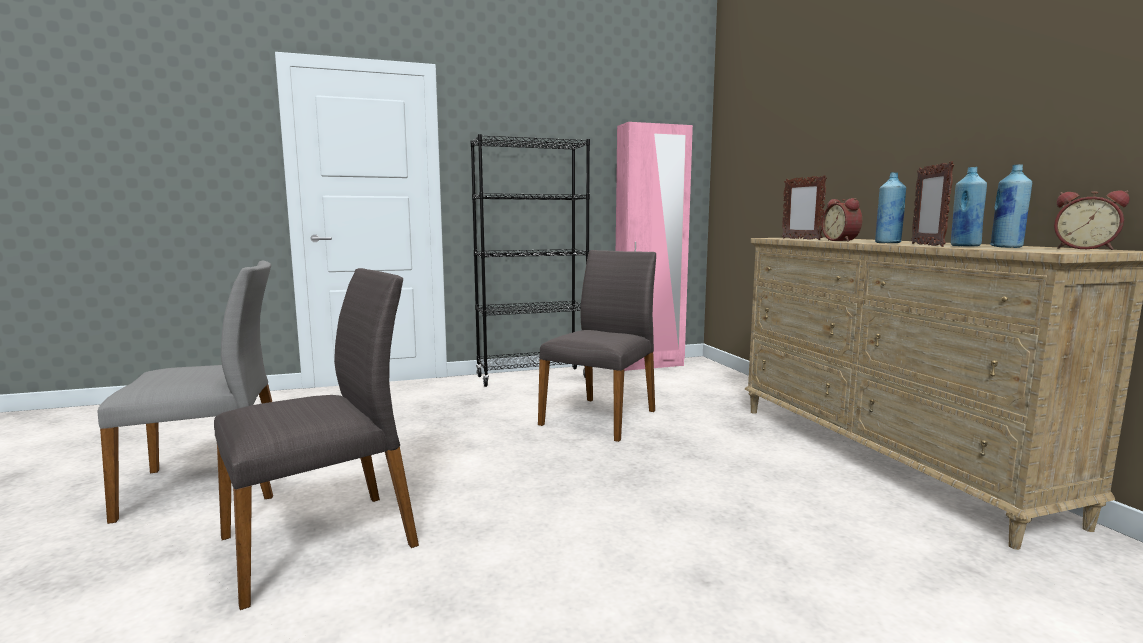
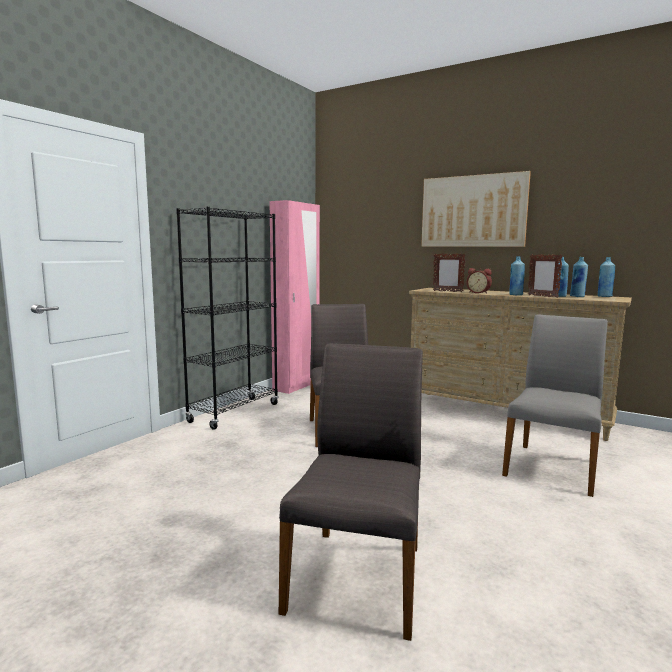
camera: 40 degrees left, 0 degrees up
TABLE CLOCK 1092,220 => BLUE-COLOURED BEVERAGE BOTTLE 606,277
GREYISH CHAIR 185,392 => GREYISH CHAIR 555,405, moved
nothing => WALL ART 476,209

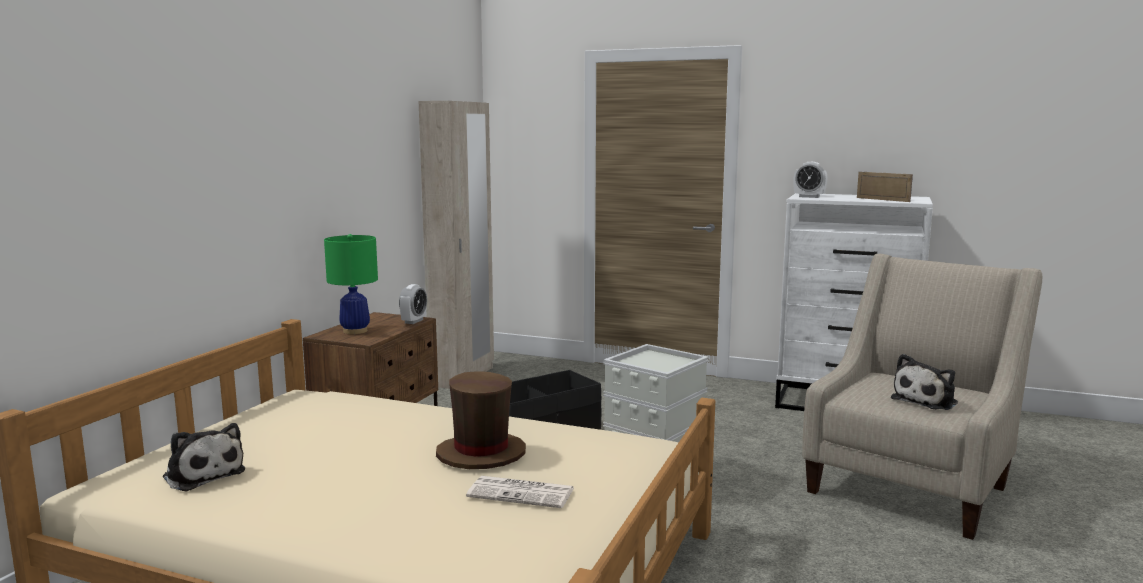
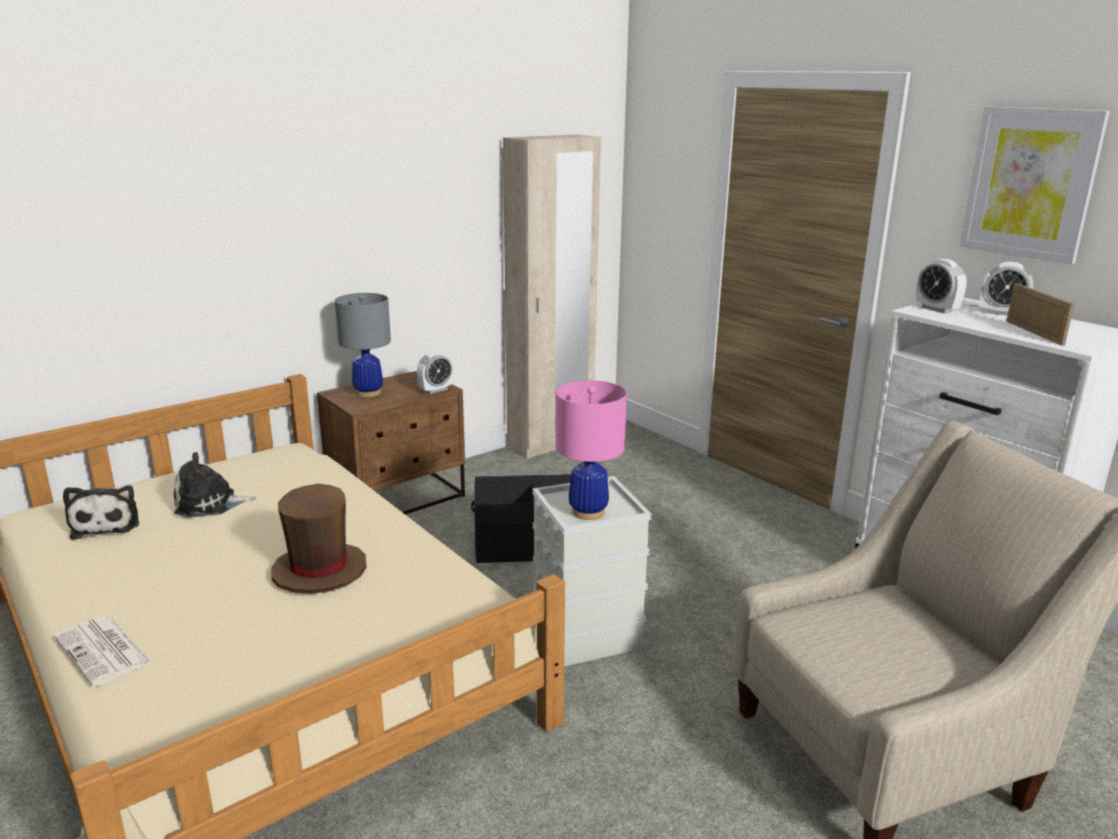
camera: 30 degrees right, 10 degrees up
GREENISH TABLE LAMP 351,284 => GREYISH TABLE LAMP 363,345
SOFT TOY 924,382 => SOFT TOY 215,484, moved
DAILY PAPER 520,492 => DAILY PAPER 103,651, moved
nothing => WALL ART 1035,185
nothing => TABLE CLOCK 1006,289
nothing => PINK-COLOURED TABLE LAMP 591,450

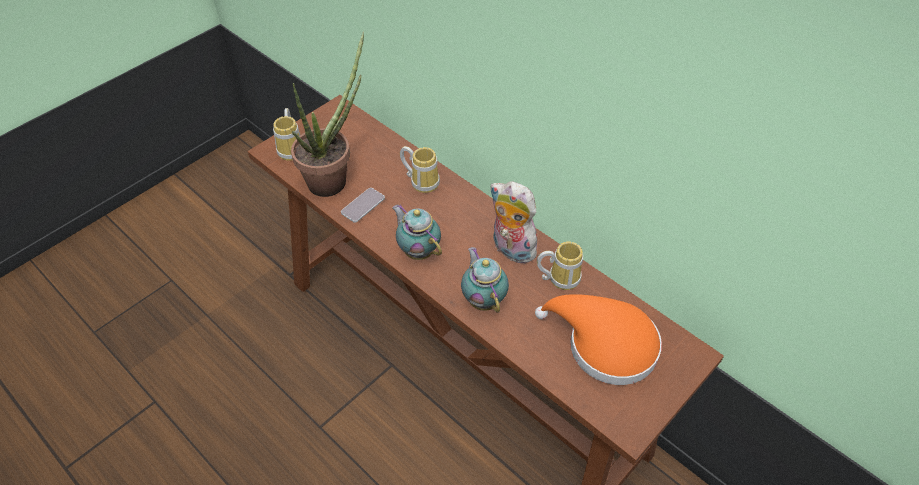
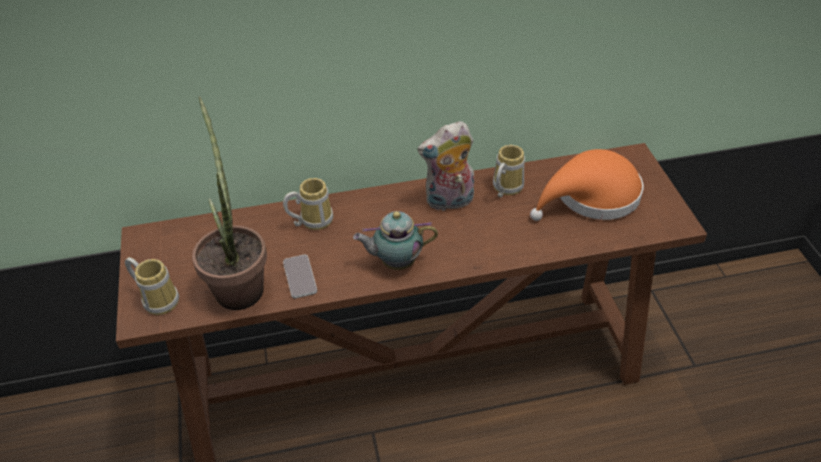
camera: 55 degrees left, 5 degrees down
TEA POT 485,280 => nothing

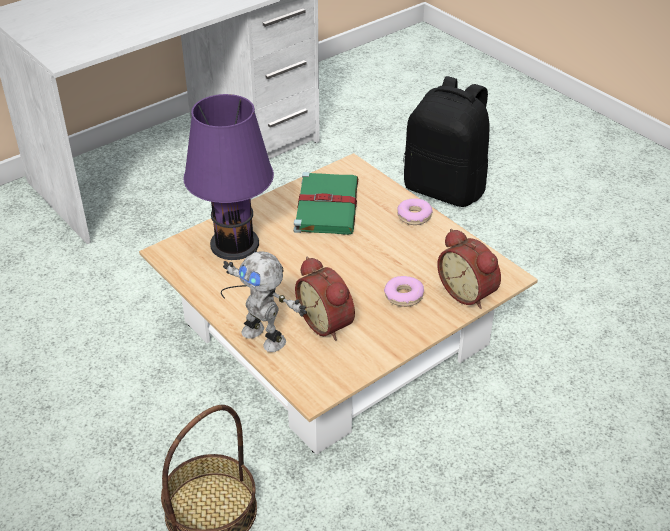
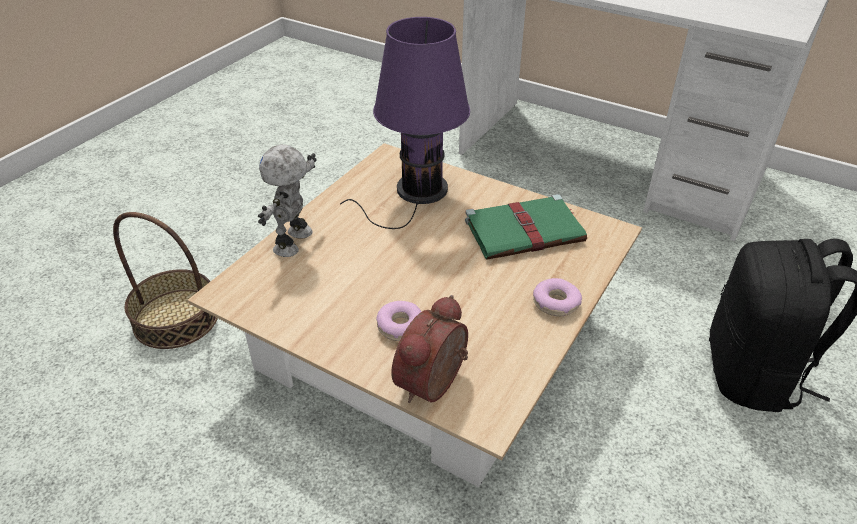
camera: 70 degrees right, 0 degrees up
TABLE CLOCK 325,299 => nothing

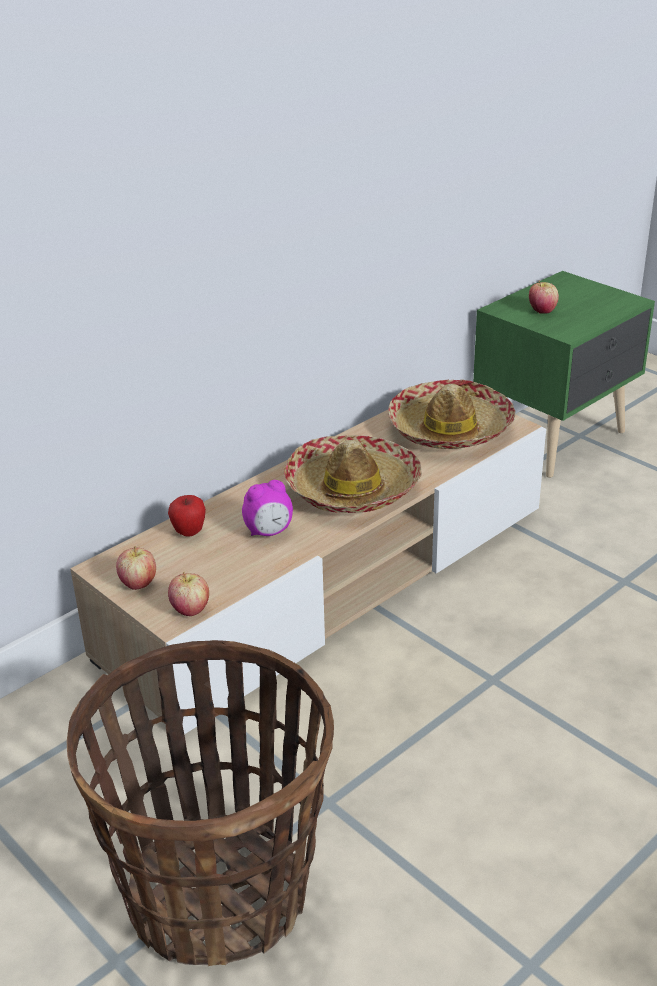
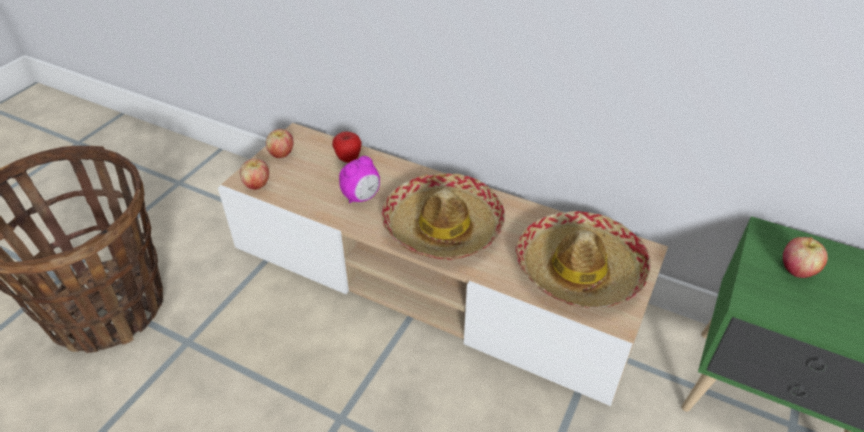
camera: 70 degrees right, 10 degrees up
TABLE CLOCK 267,508 => TABLE CLOCK 359,179, 90 degrees counterclockwise

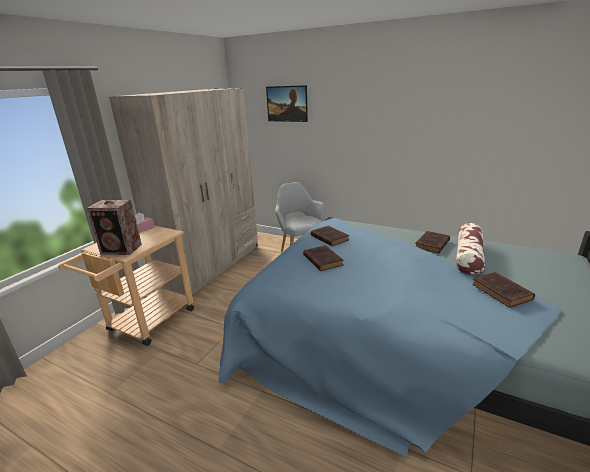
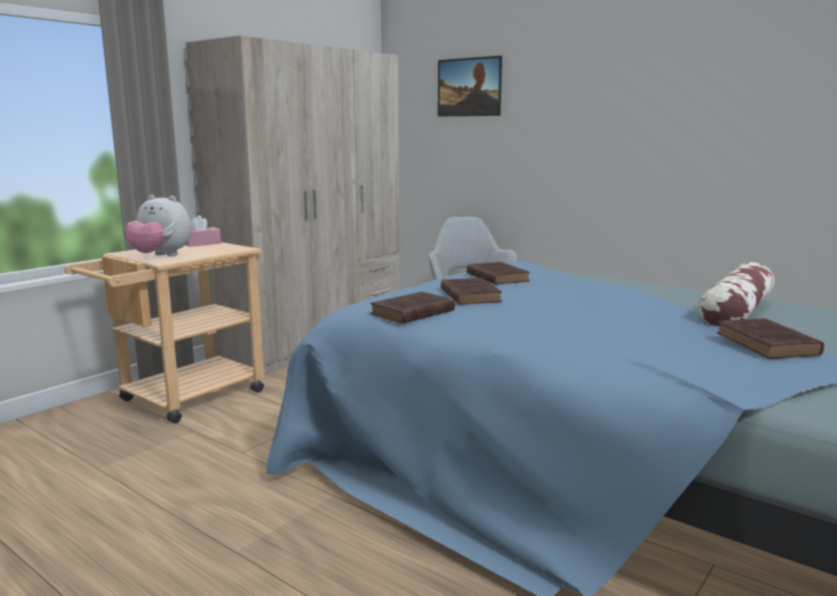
camera: 10 degrees right, 10 degrees down
AUDIO SPEAKER 114,227 => SOFT TOY 157,225
BROWN BOOK 433,242 => BROWN BOOK 412,308, moved

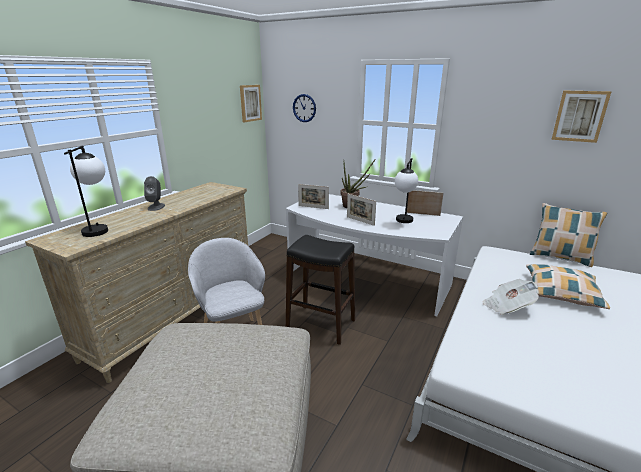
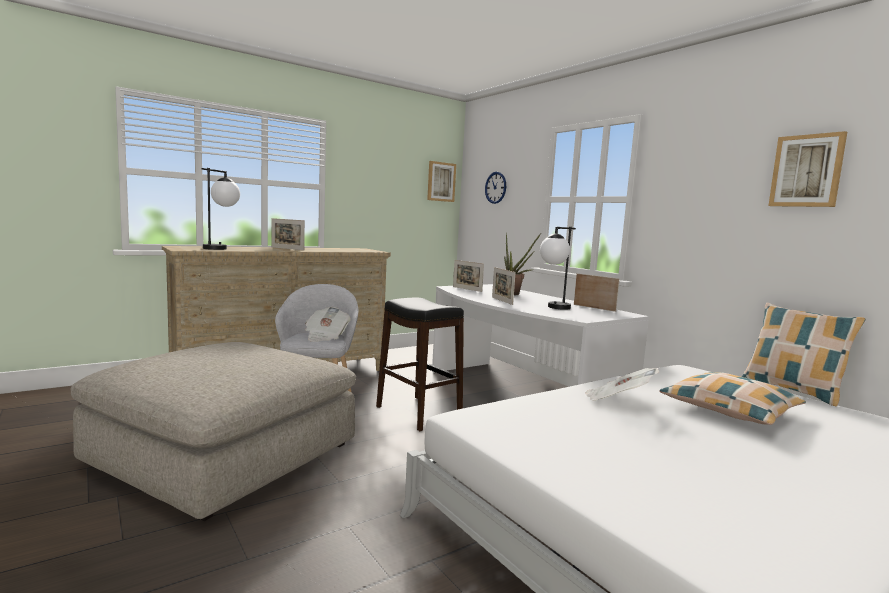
camera: 25 degrees right, 15 degrees down
GREYISH AUDIO SPEAKER 154,193 => PHOTO FRAME 288,234
nothing => DAILY PAPER 328,324

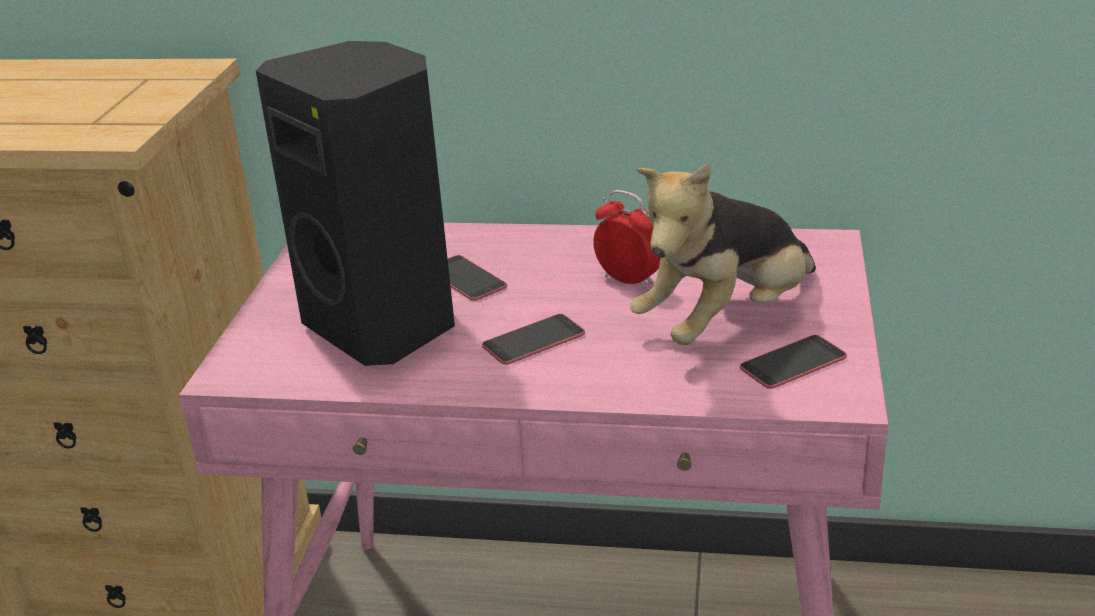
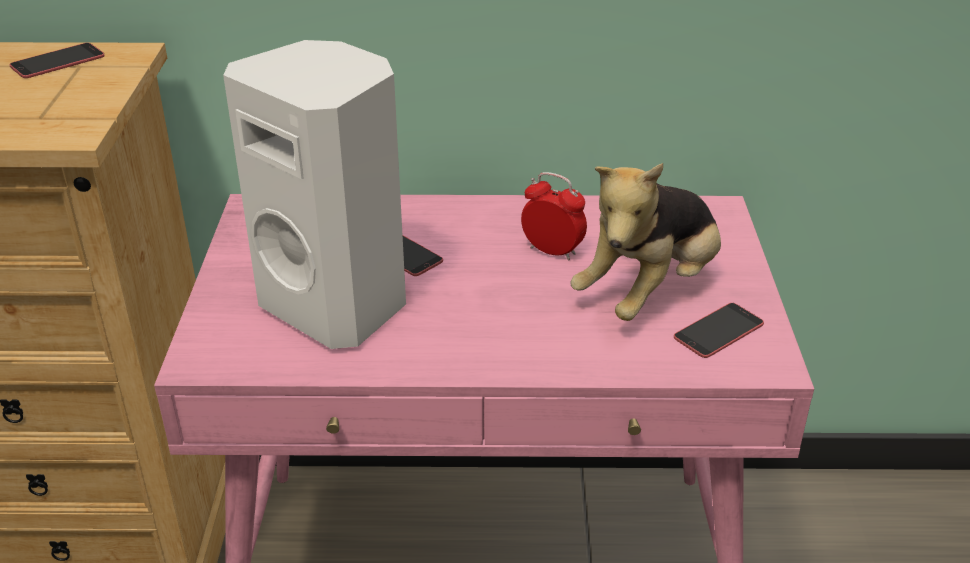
camera: 10 degrees left, 5 degrees up
BLACK-COLOURED AUDIO SPEAKER 355,203 => WHITE AUDIO SPEAKER 314,194
HANDSET 533,339 => HANDSET 57,60, moved

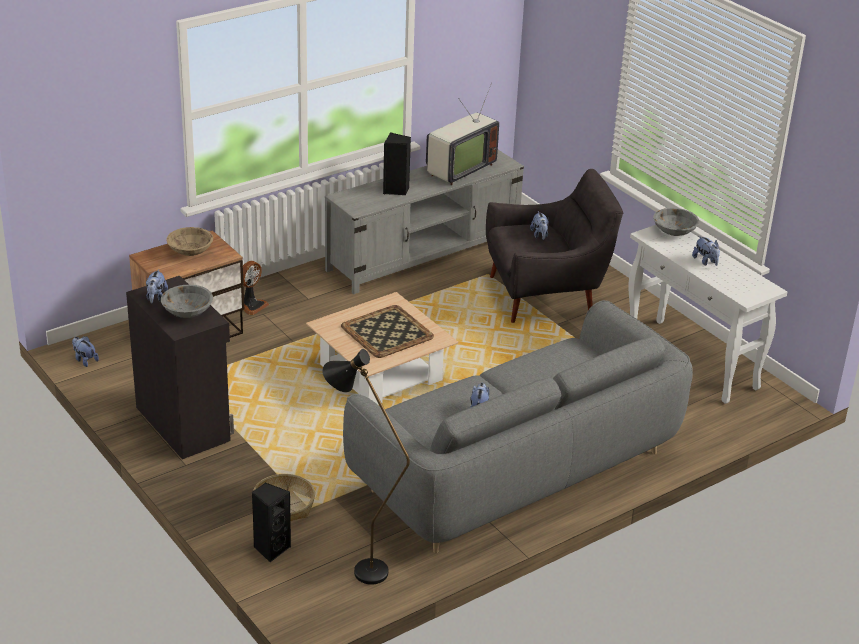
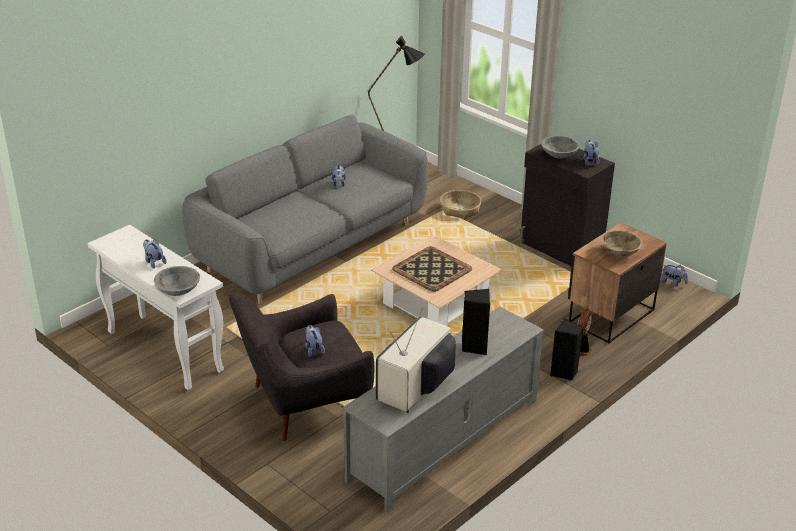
camera: 170 degrees right, 0 degrees up
BLACK-COLOURED AUDIO SPEAKER 271,523 => BLACK-COLOURED AUDIO SPEAKER 566,349, moved

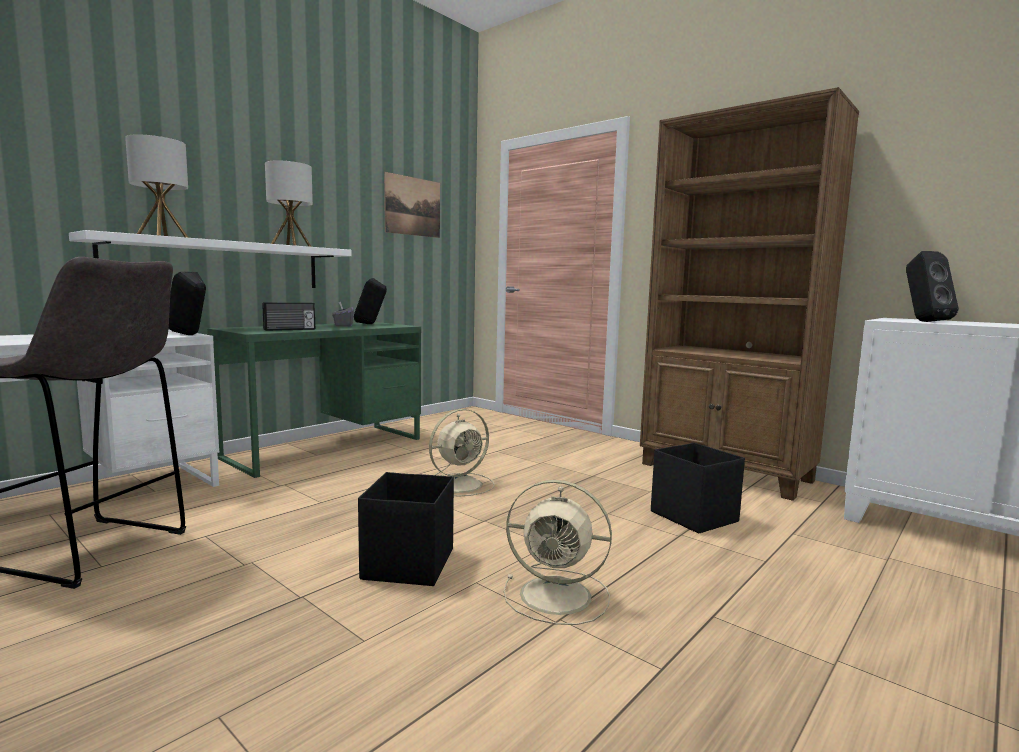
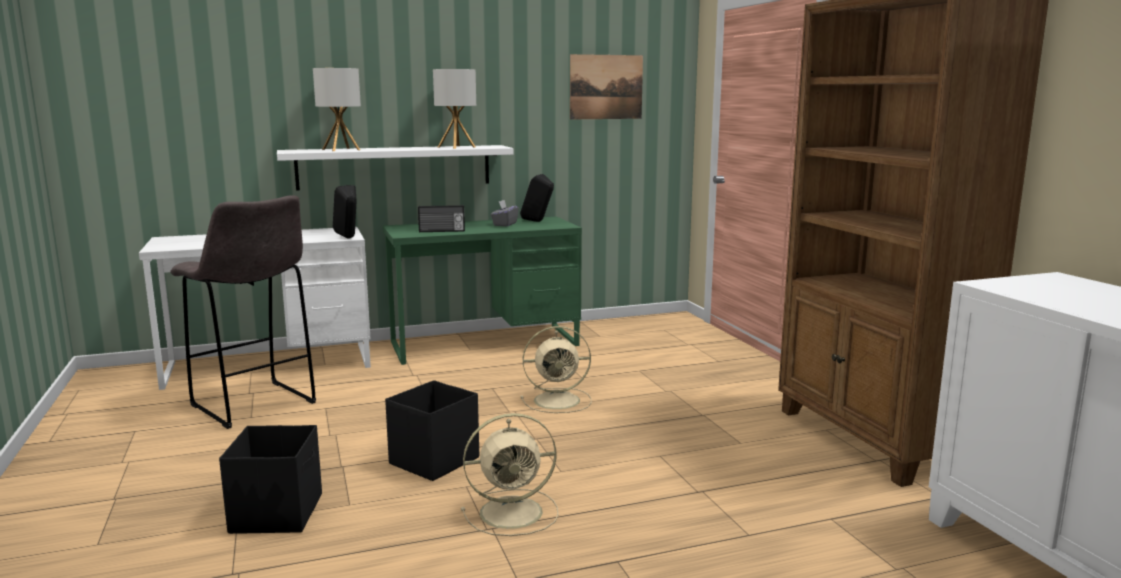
camera: 30 degrees right, 5 degrees up
BLACK-COLOURED AUDIO SPEAKER 932,286 => nothing
BLACK-COLOURED STORAGE BOX 698,488 => BLACK-COLOURED STORAGE BOX 270,479, moved
BEIGE-COLOURED FAN 558,552 => BEIGE-COLOURED FAN 509,474, 60 degrees counterclockwise

